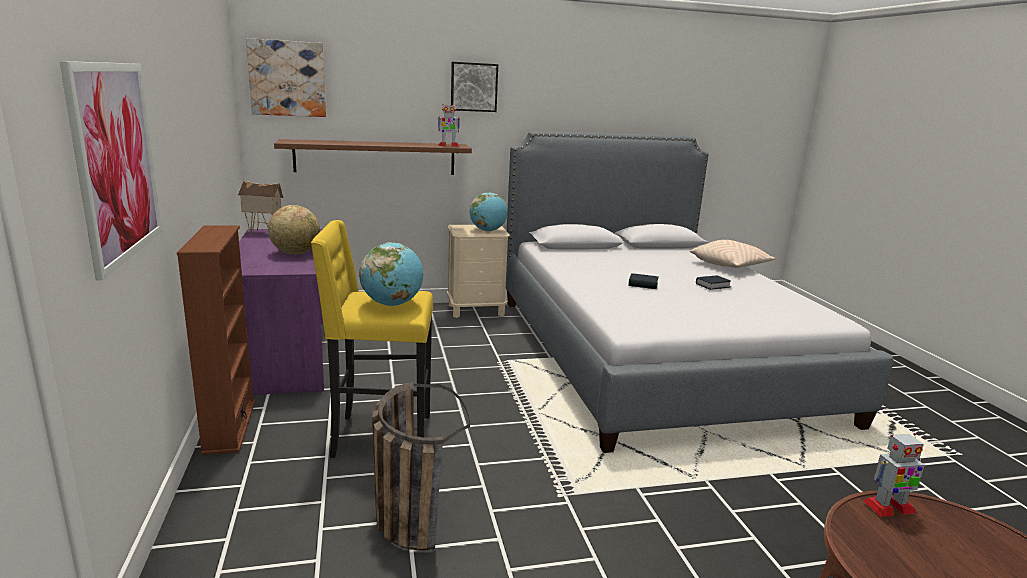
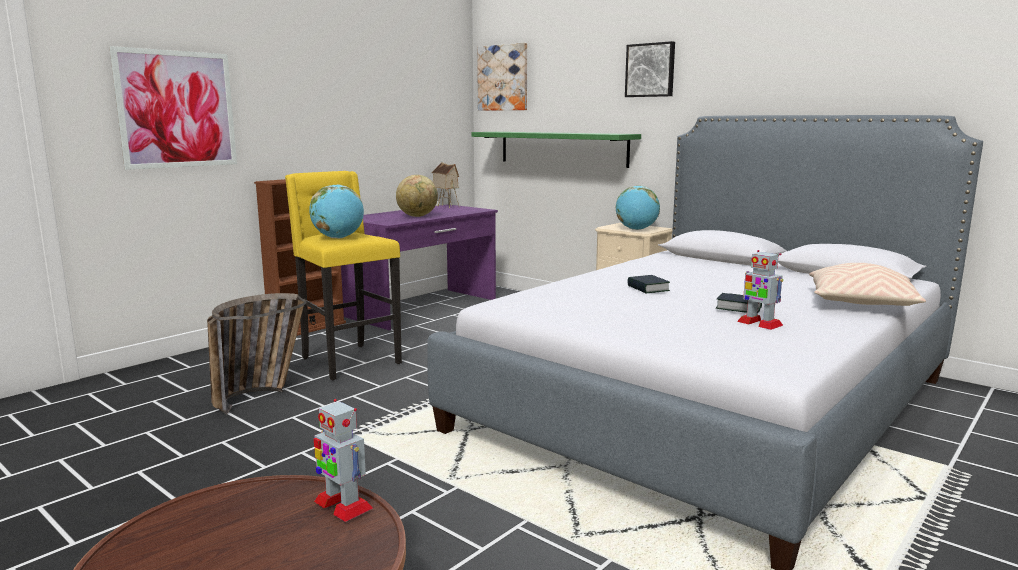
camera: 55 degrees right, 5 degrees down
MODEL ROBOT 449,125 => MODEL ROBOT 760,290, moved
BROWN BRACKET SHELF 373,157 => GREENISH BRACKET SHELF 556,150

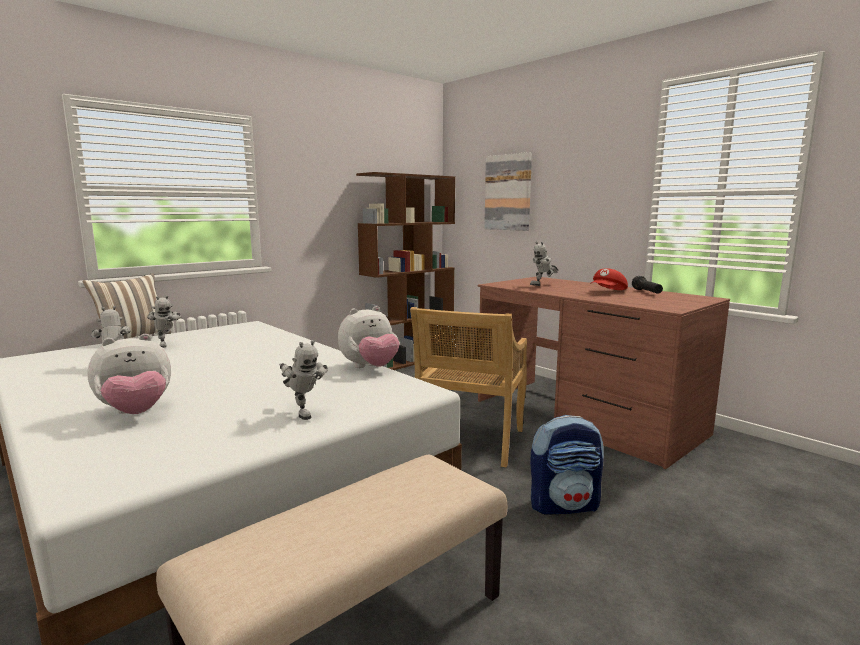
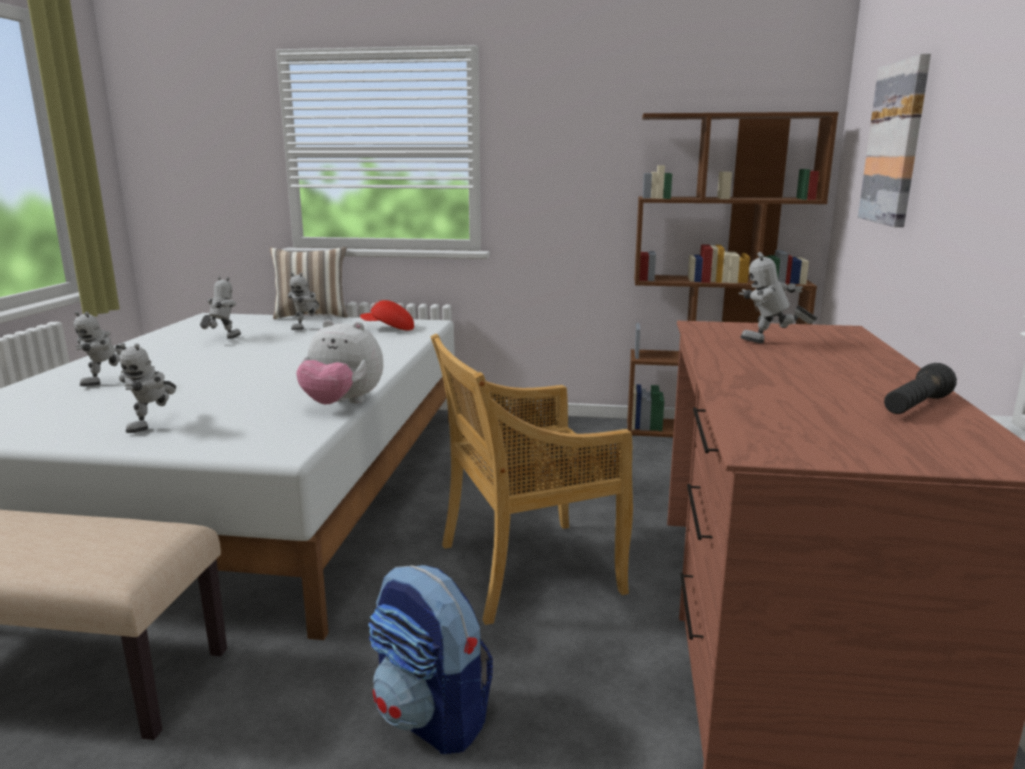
camera: 50 degrees right, 5 degrees up
REDDISH BASEBALL CAP 609,279 => REDDISH BASEBALL CAP 387,315, moved
SOFT TOY 129,374 => MODEL ROBOT 99,348

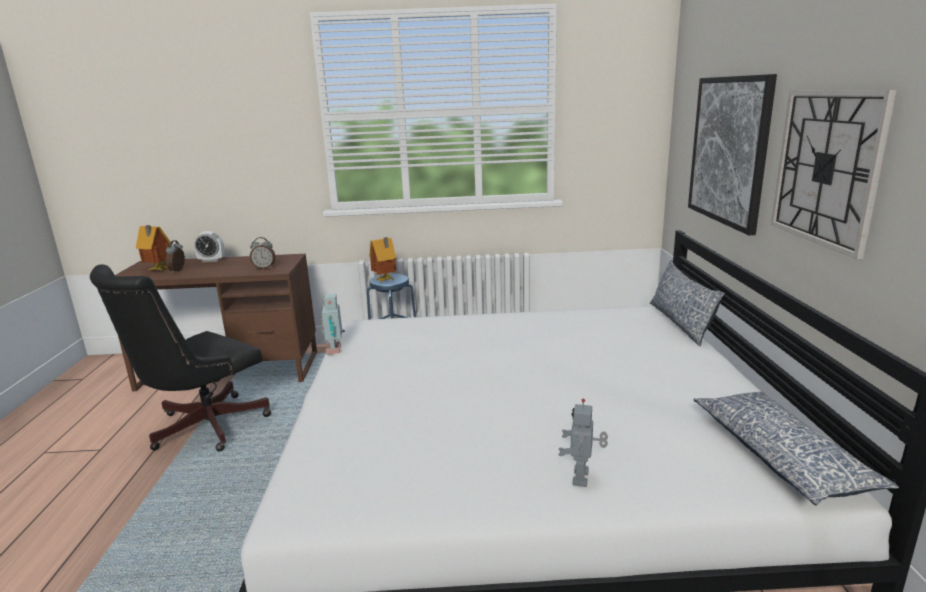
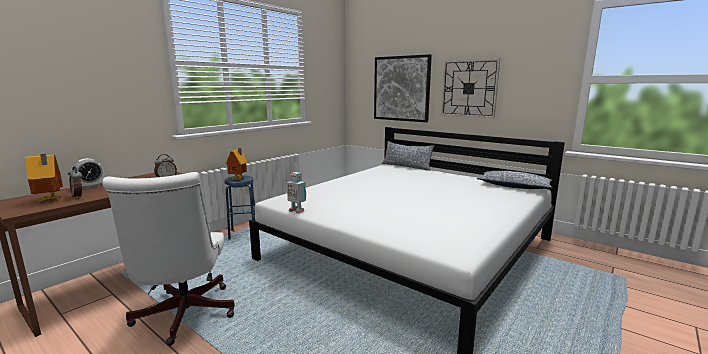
camera: 50 degrees left, 5 degrees down
BLACK-COLOURED DESK CHAIR 180,357 => WHITE DESK CHAIR 168,259
MODEL ROBOT 583,443 => nothing

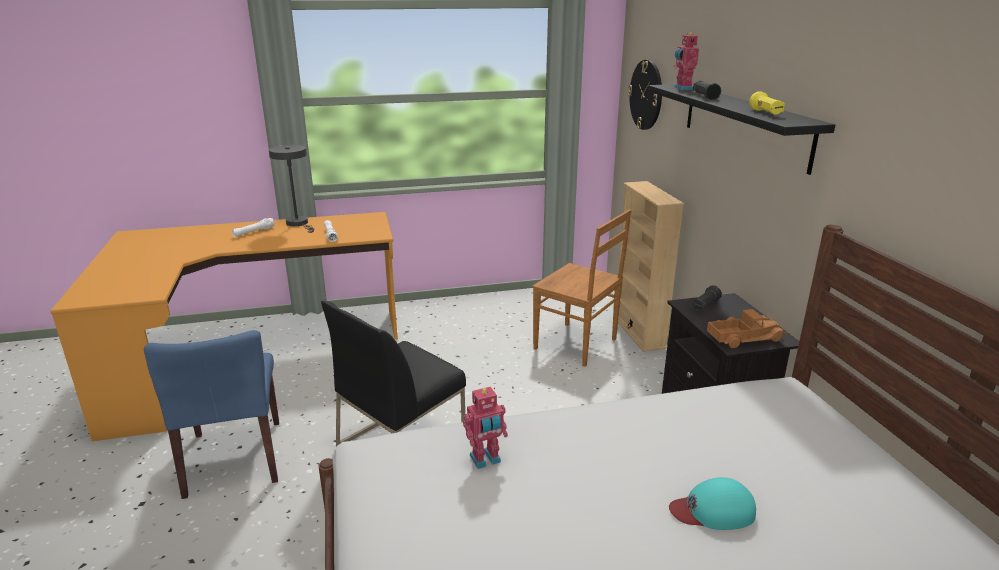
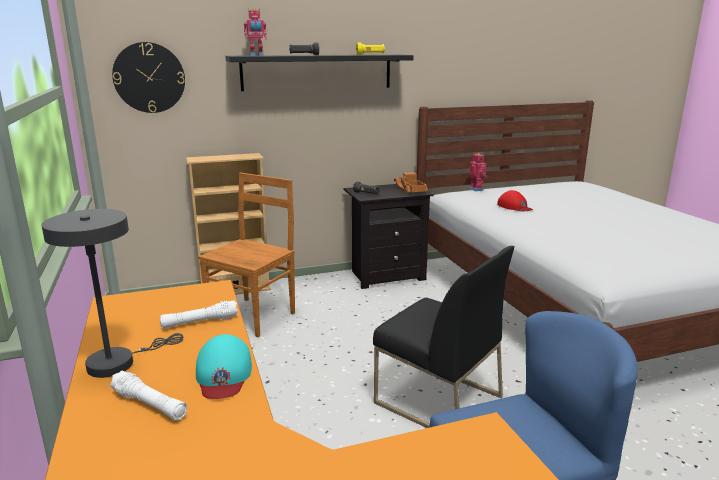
camera: 95 degrees left, 5 degrees down
MODEL ROBOT 485,428 => MODEL ROBOT 478,172, moved
TURQUOISE-COLOURED BASEBALL CAP 712,503 => TURQUOISE-COLOURED BASEBALL CAP 224,366, moved
nothing => REDDISH BASEBALL CAP 515,201

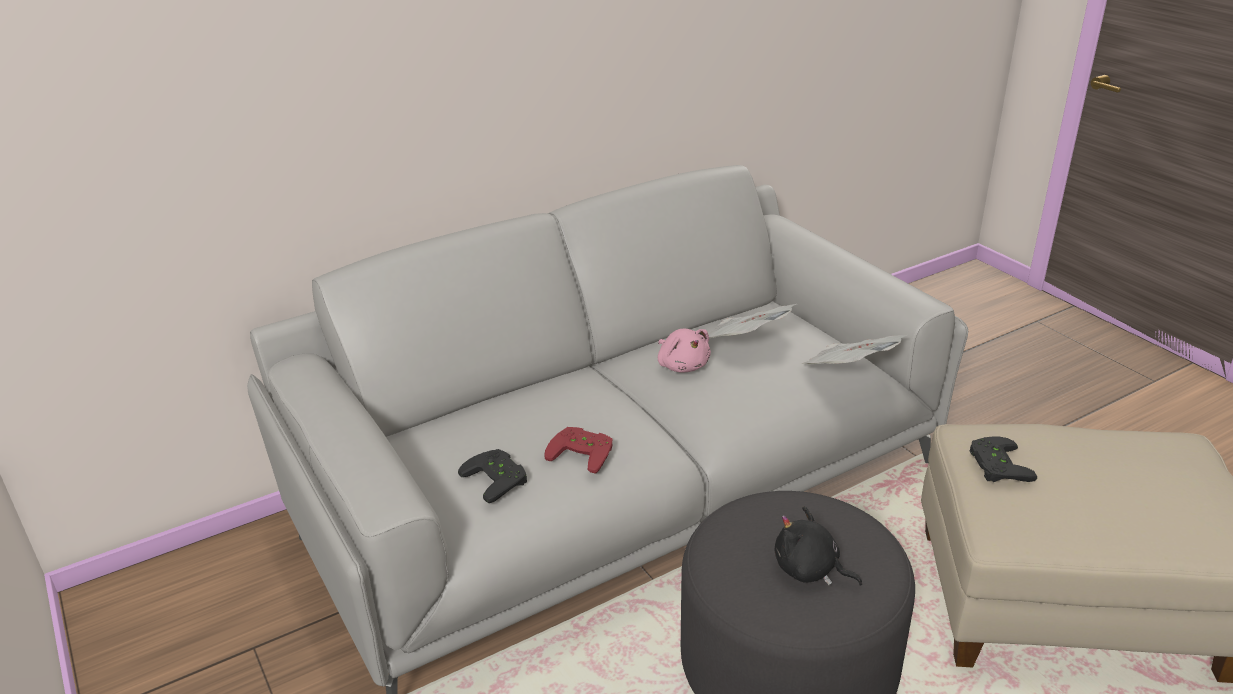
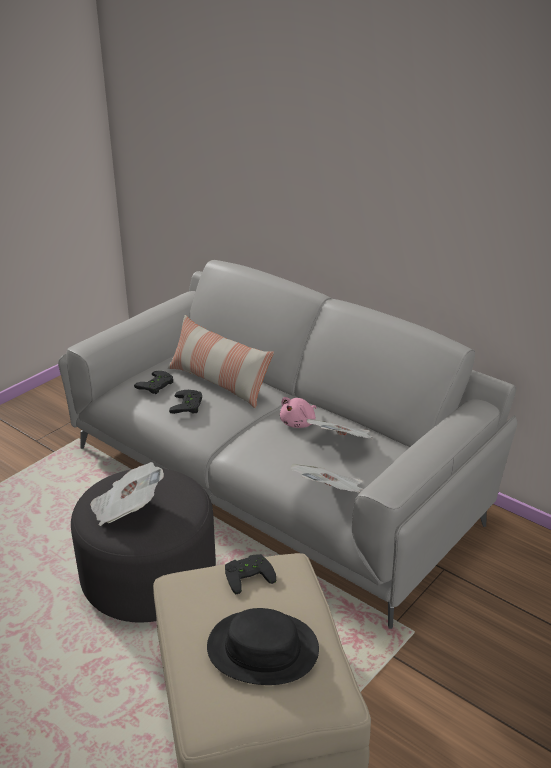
camera: 70 degrees right, 0 degrees up
REDDISH JOYPAD 578,450 => BLACK-COLOURED JOYPAD 185,402
BLACK-COLOURED SOFT TOY 818,546 => DAILY PAPER 127,494
nothing => PILLOW 221,361
nothing => BLACK-COLOURED CLOTHING HAT 263,646

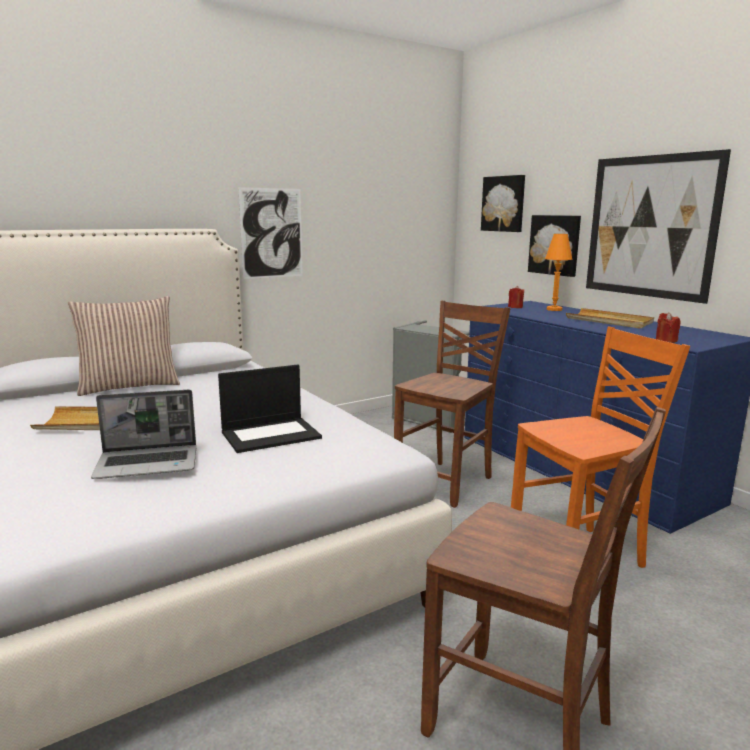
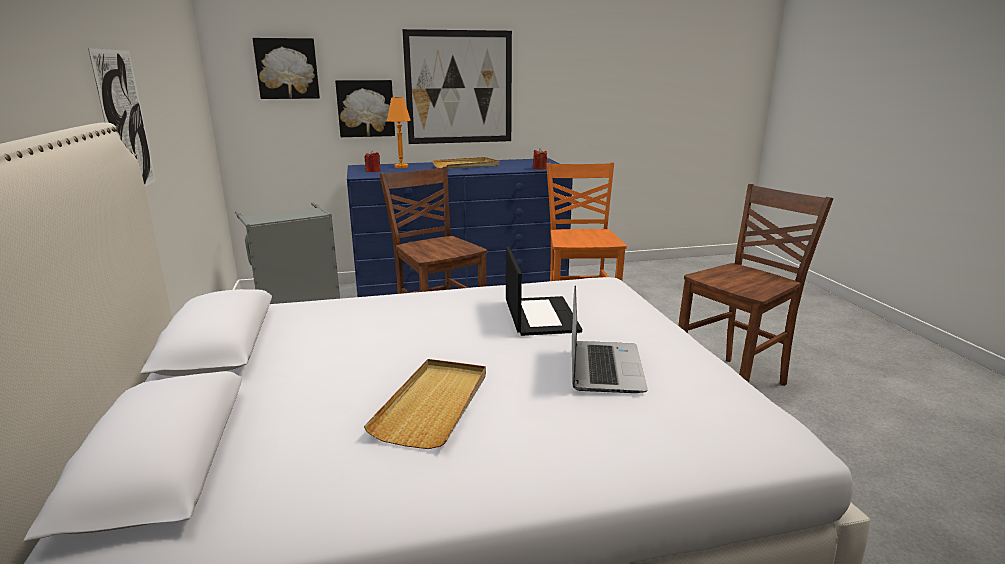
camera: 70 degrees left, 5 degrees up
PILLOW 124,346 => nothing

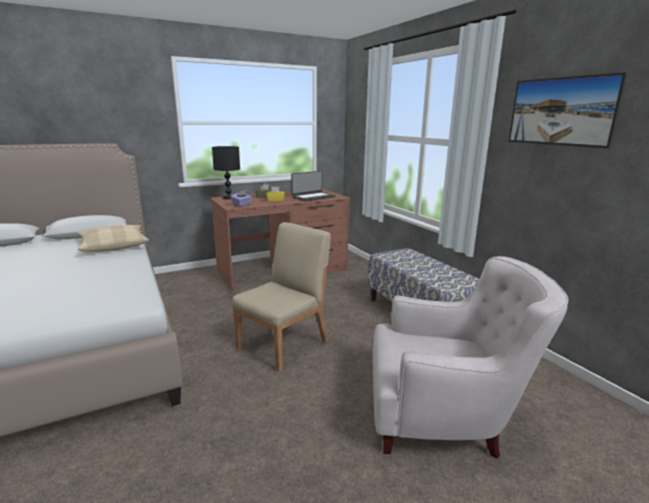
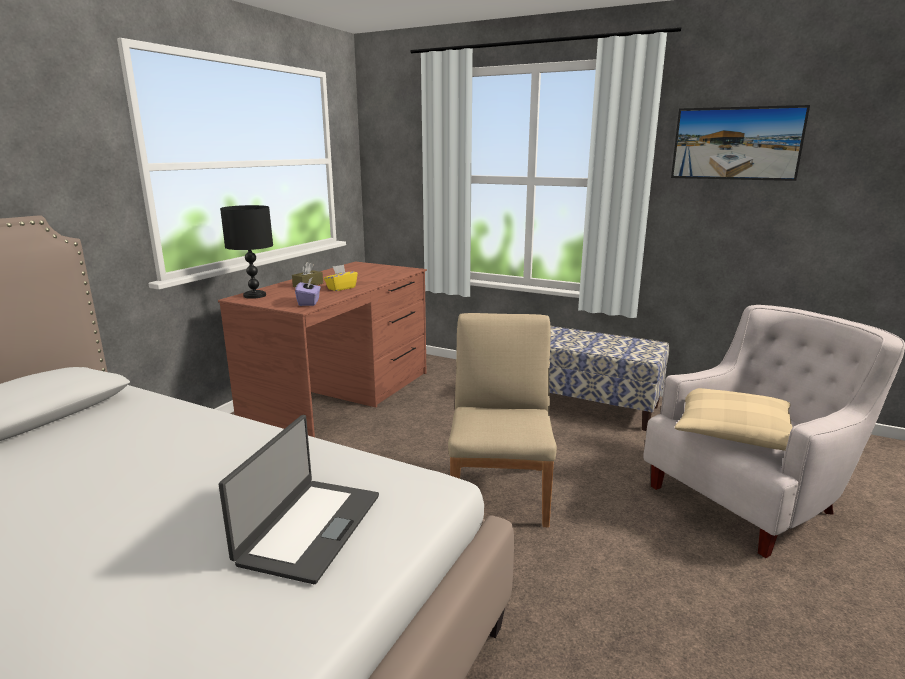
camera: 35 degrees left, 0 degrees up
NOTEBOOK COMPUTER 313,186 => NOTEBOOK COMPUTER 299,499, moved
BEIGE-COLOURED PILLOW 113,238 => BEIGE-COLOURED PILLOW 734,419, moved

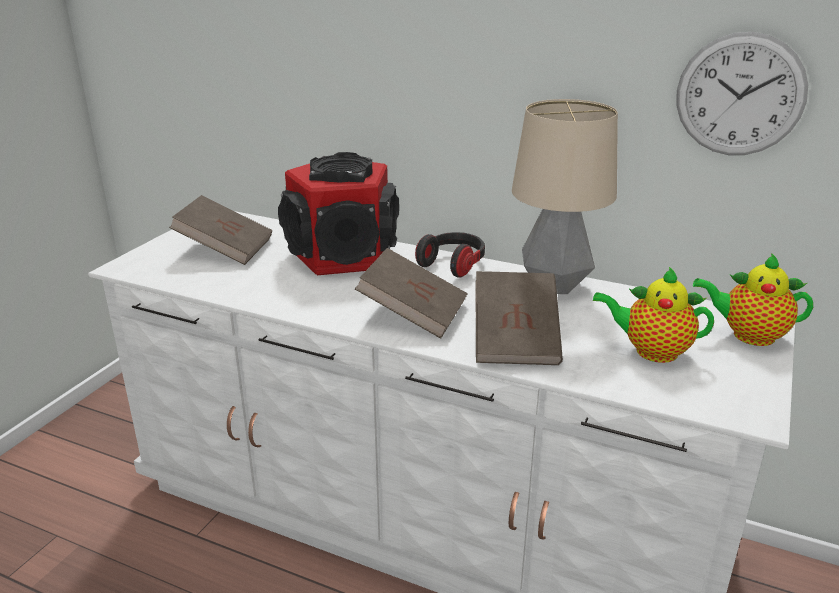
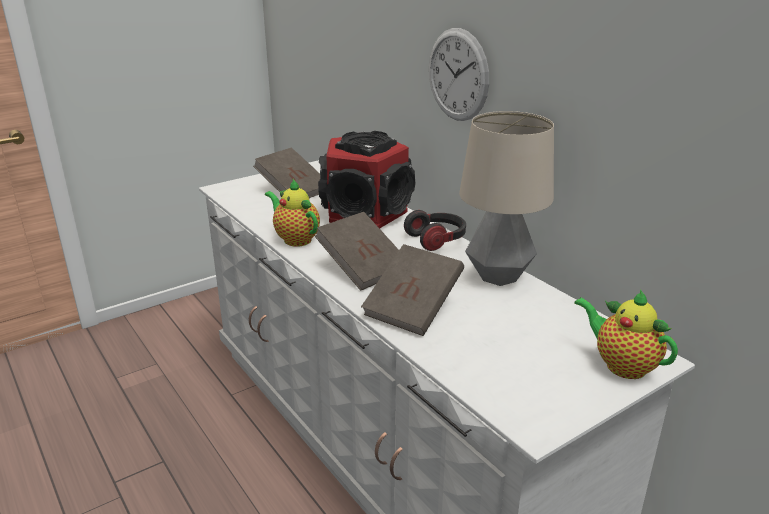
camera: 30 degrees right, 0 degrees up
CLOCK ON THE WALL 742,93 => CLOCK ON THE WALL 459,74, moved
TEA POT 653,315 => TEA POT 292,213, moved

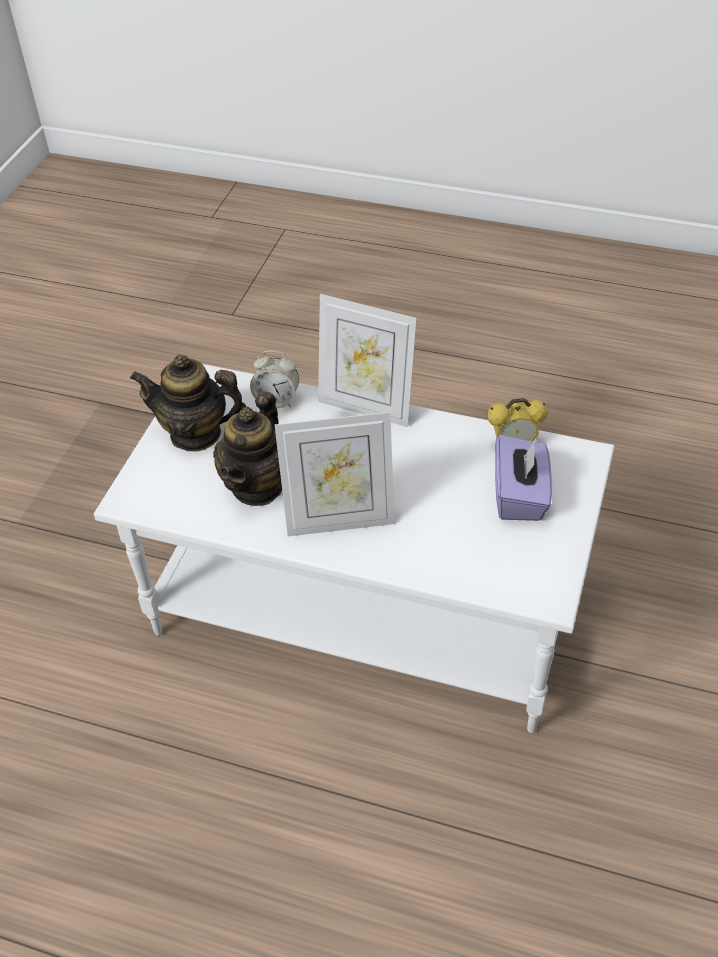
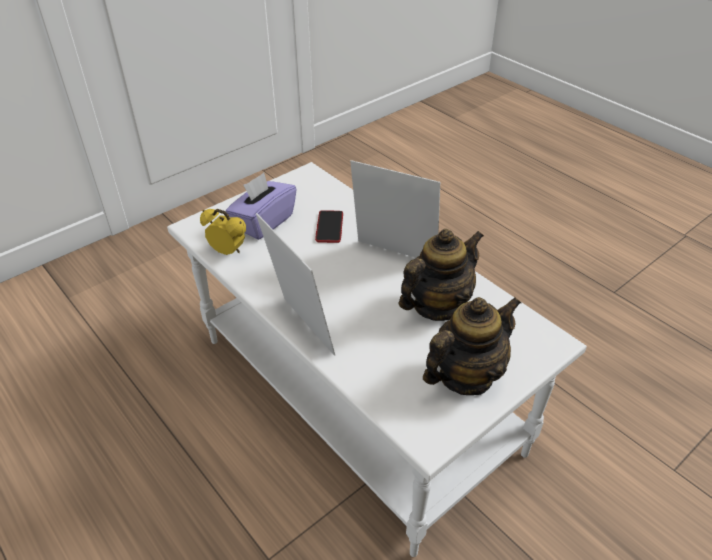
camera: 150 degrees left, 5 degrees down
TABLE CLOCK 274,379 => nothing
TEA POT 188,402 => TEA POT 472,346, 75 degrees counterclockwise
nothing => HANDSET 329,226

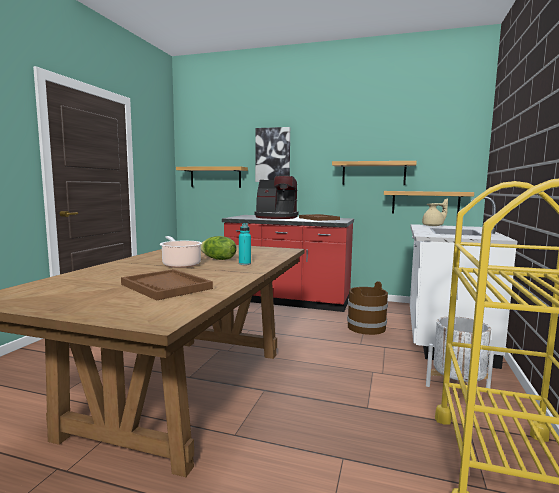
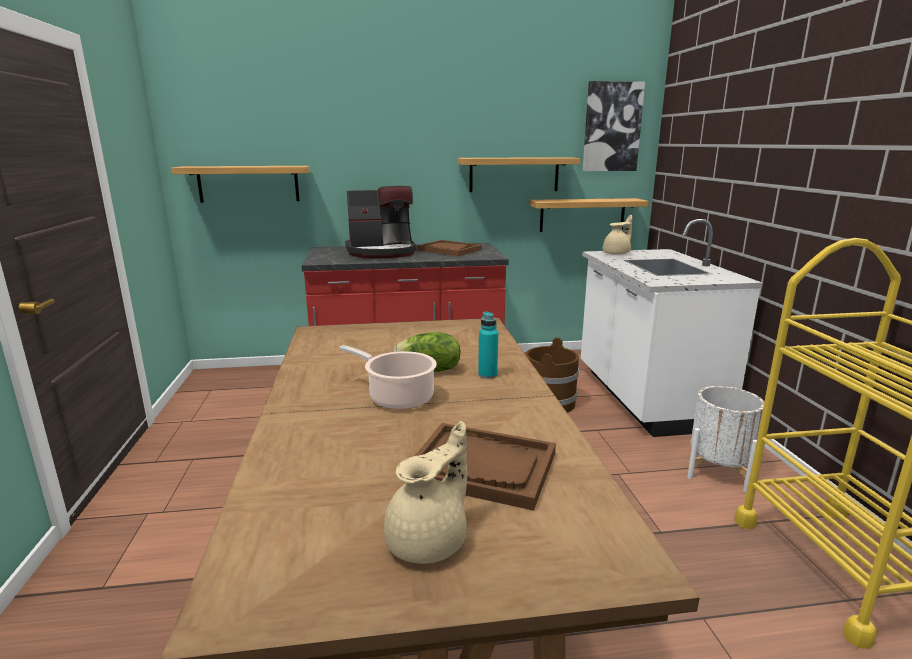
camera: 25 degrees left, 10 degrees up
WALL ART 272,154 => WALL ART 613,126, moved
nothing => BEIGE-COLOURED TEA POT 425,492

